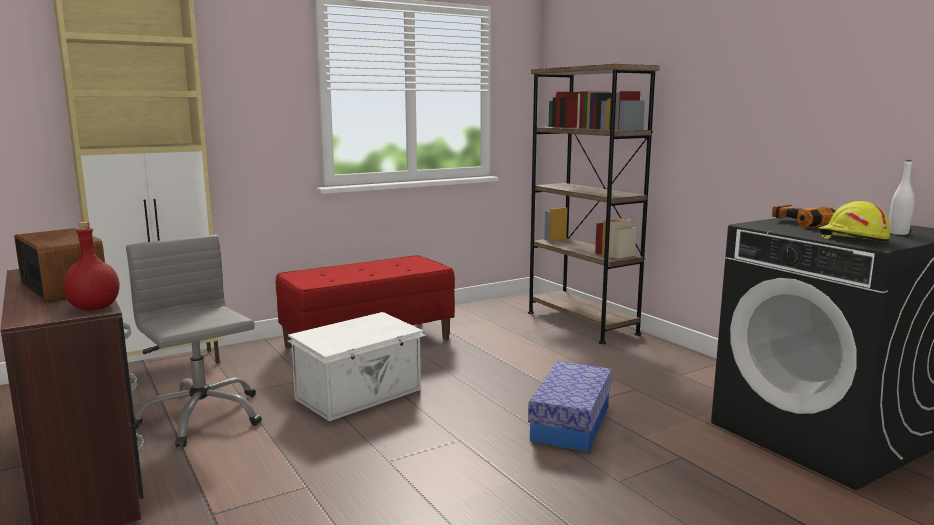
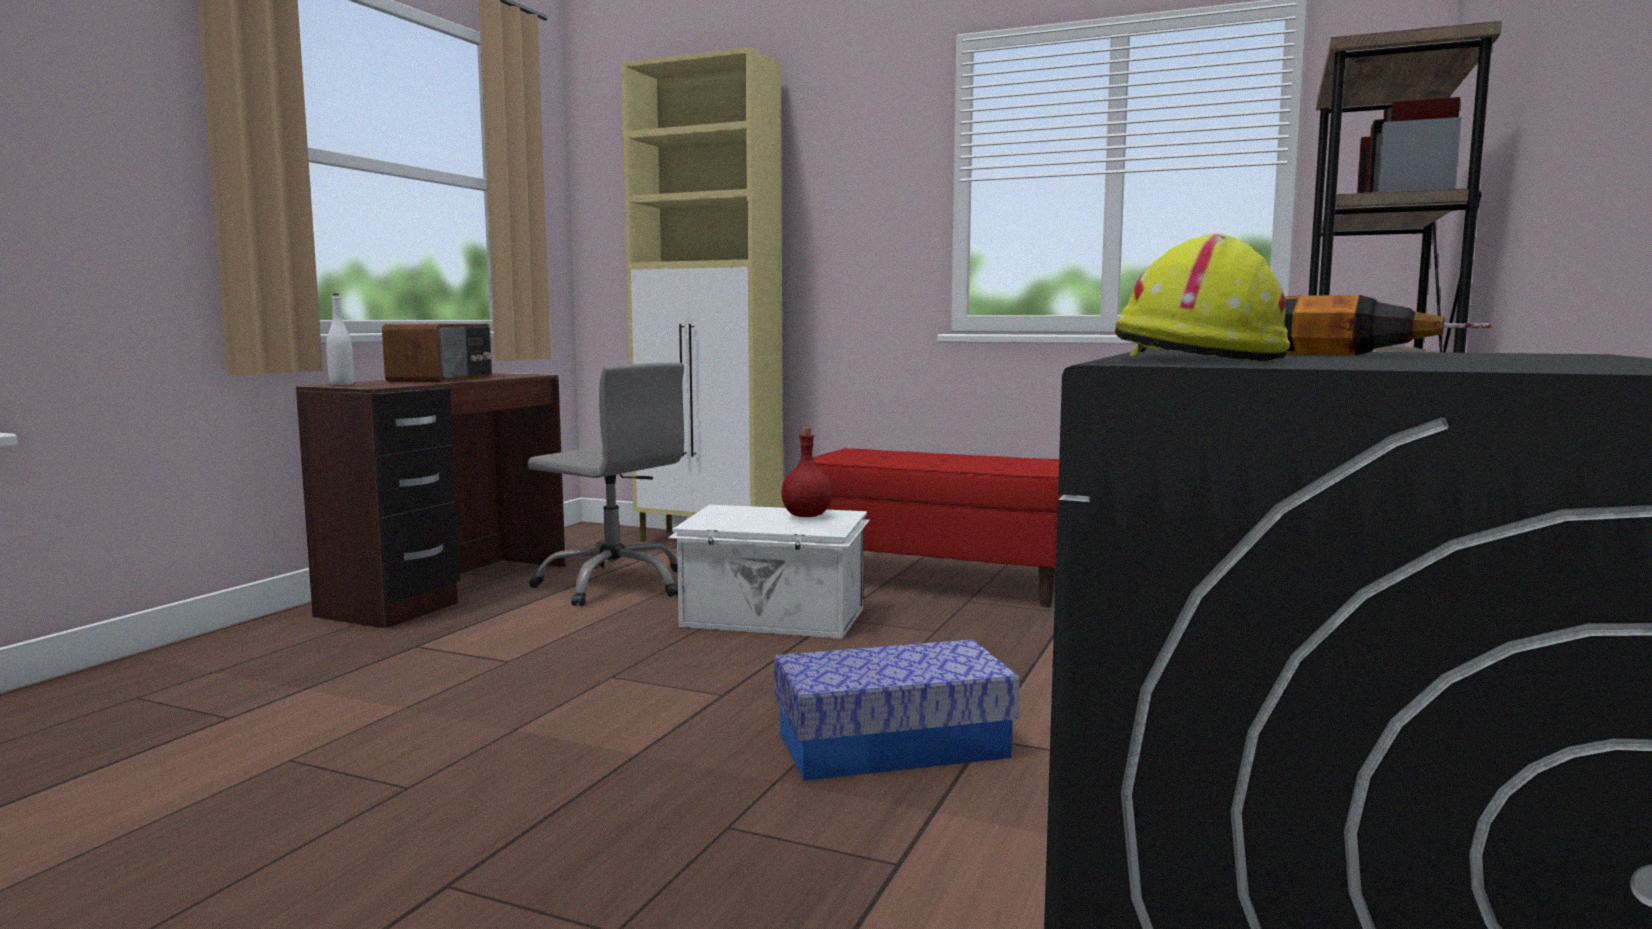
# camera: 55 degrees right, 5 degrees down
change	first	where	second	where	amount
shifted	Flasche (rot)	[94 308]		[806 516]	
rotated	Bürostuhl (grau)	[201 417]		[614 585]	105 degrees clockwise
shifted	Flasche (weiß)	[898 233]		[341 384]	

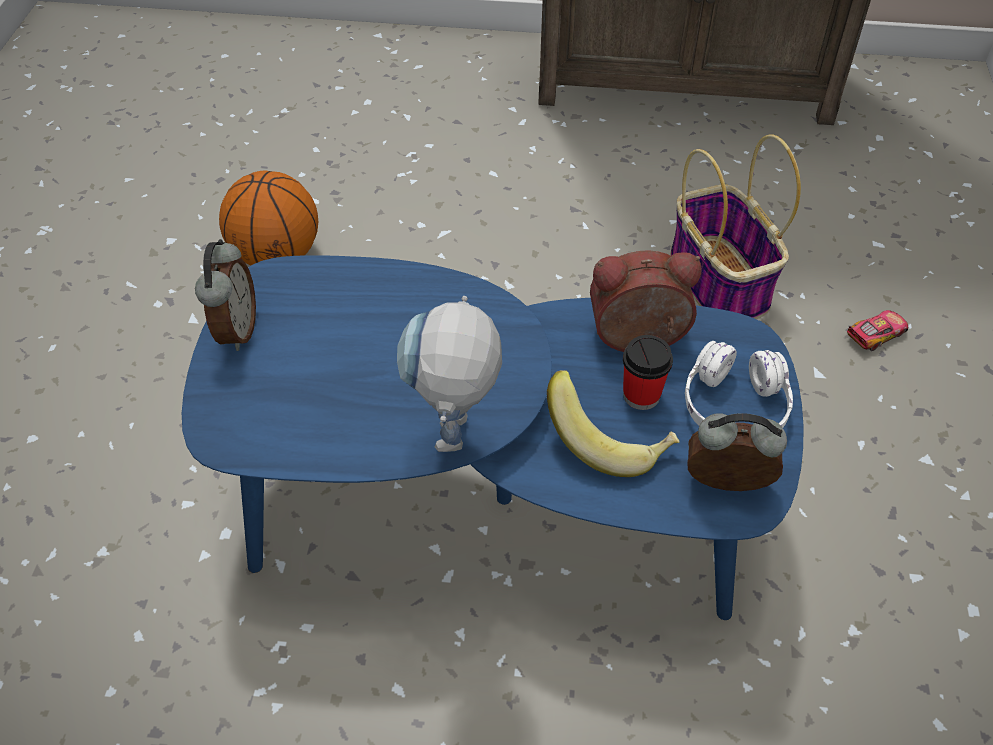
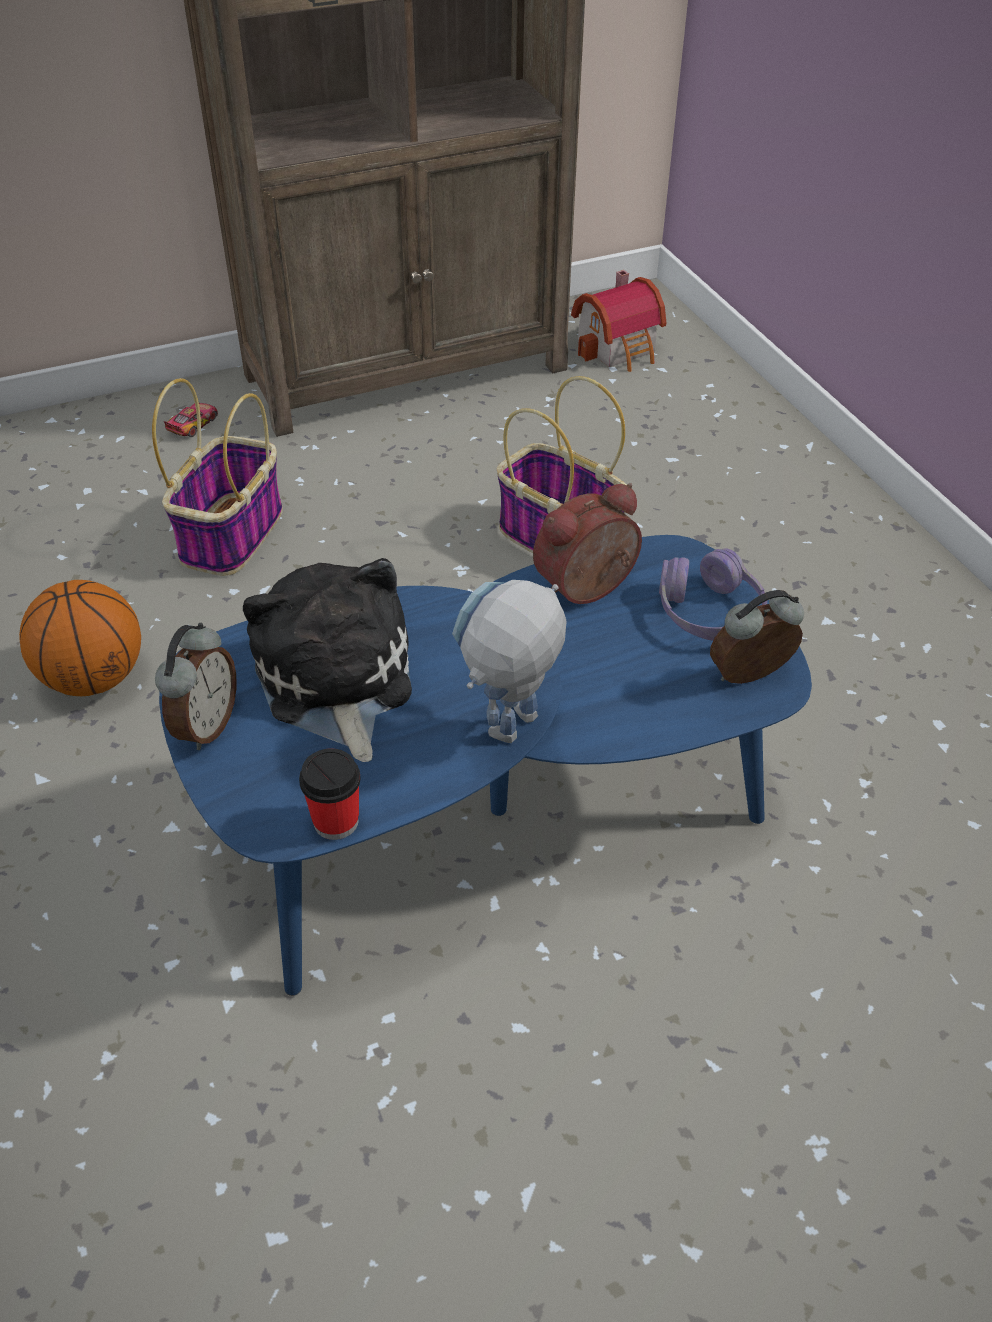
# camera: 30 degrees left, 5 degrees down
change	first	where	second	where	amount
rotated	Wecker	[236 330]		[205 726]	45 degrees clockwise
rotated	Spielzeugroboter	[455 445]		[509 737]	60 degrees clockwise
gone	Banane	[609 440]			
shifted	Tasse	[641 395]		[336 821]	
repainted	Kopfhörer (weiß)	[734 407]	Kopfhörer (lila)	[709 613]	
shifted	Spielzeugauto	[876 335]		[193 425]	
new			Korb	[232 533]	
new			Plüschtier	[335 682]	
new			Spielzeughaus	[620 349]	

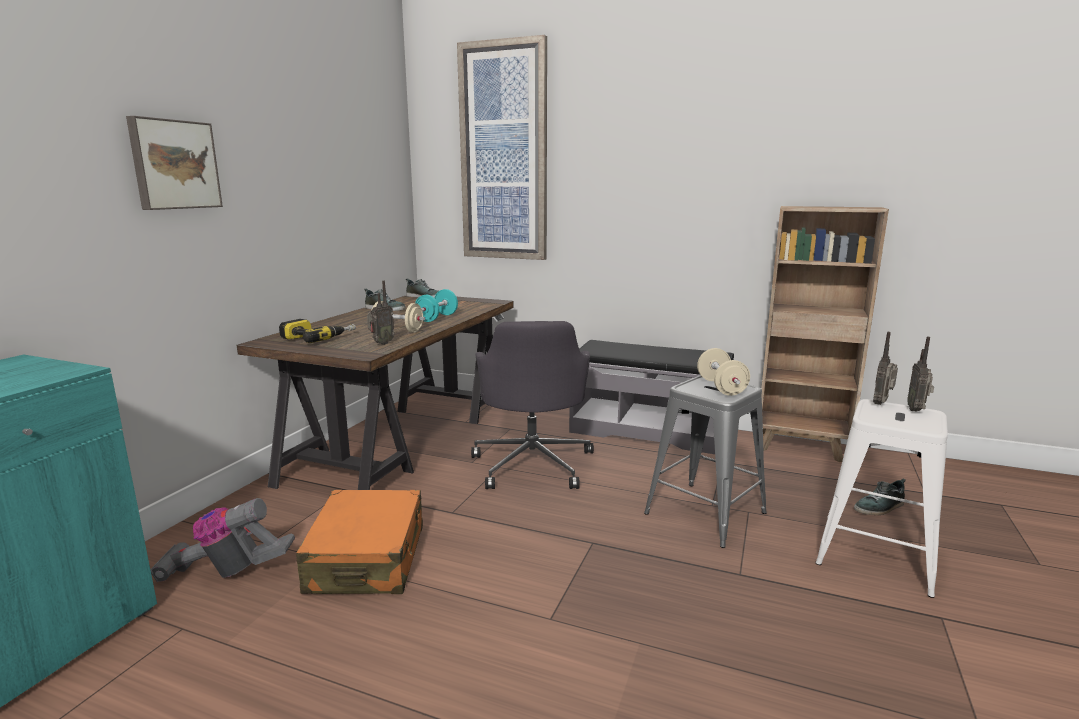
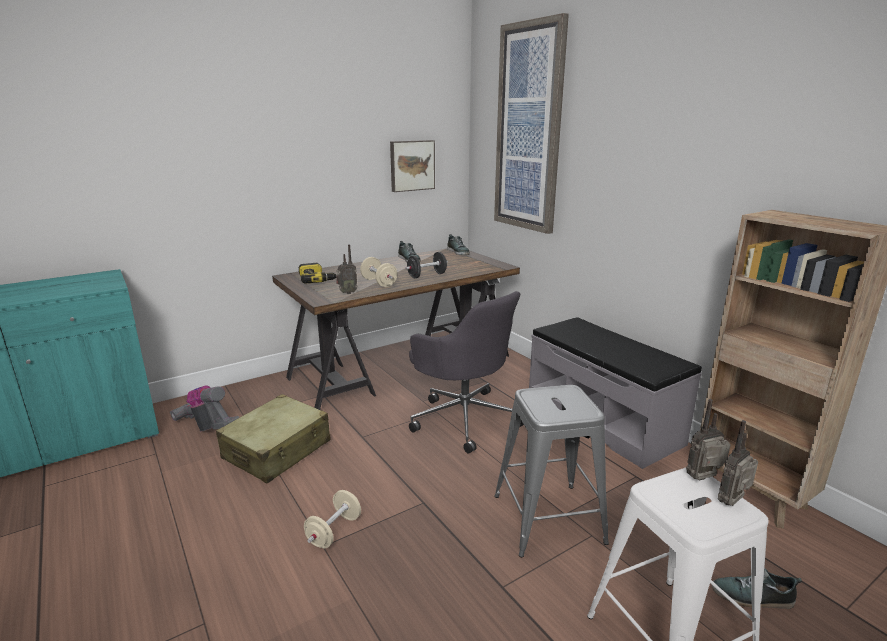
# camera: 35 degrees right, 5 degrees up
change	first	where	second	where	amount
shifted	Bild	[174 165]		[411 165]	
repainted	Koffer (orange)	[367 559]	Koffer (beige)	[277 450]	
repainted	Hantel (türkis)	[437 318]	Hantel (schwarz)	[427 275]	
rotated	Bürostuhl (grau)	[533 463]		[464 418]	75 degrees counterclockwise
shifted	Hantel (beige)	[721 387]		[334 531]	

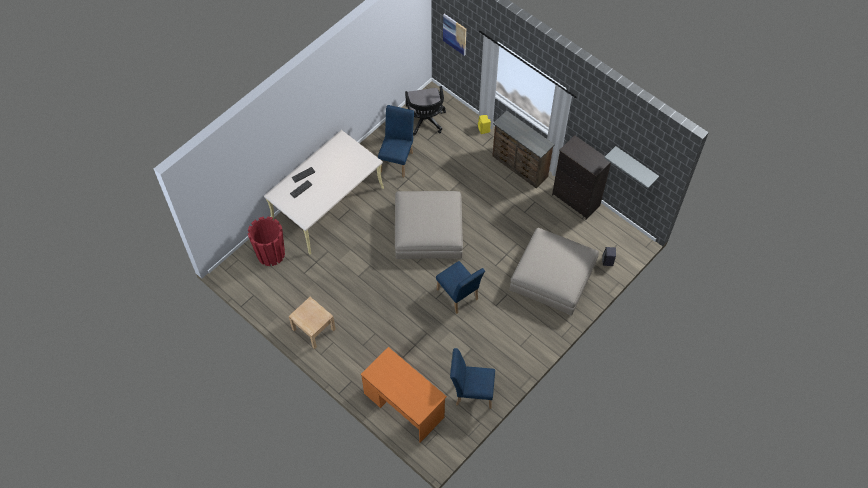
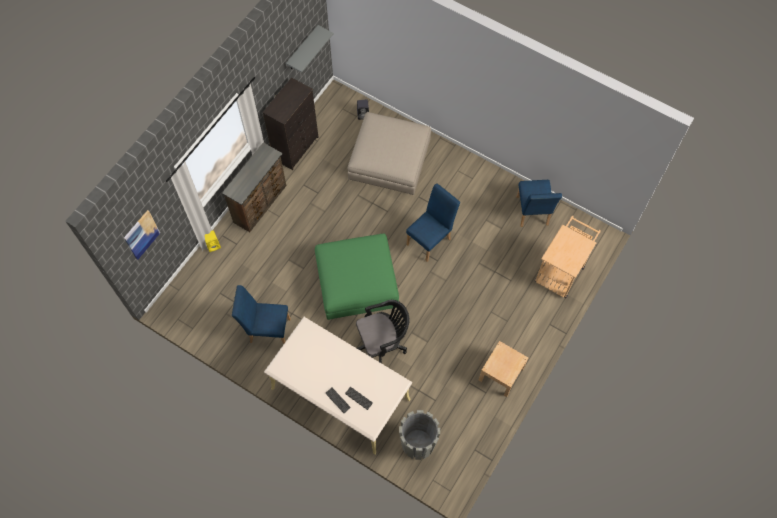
# camera: 100 degrees left, 5 degrees up
change	first	where	second	where	amount
repainted	Pflanzkübel (rot)	[271 254]	Pflanzkübel (grau)	[418 443]	
swapped	Schreibtisch (orange)	[404 405]	Rollwagen (beige)	[561 270]	
repainted	Polsterhocker (beige)	[428 230]	Polsterhocker (grün)	[357 281]	
shifted	Bürostuhl (schwarz)	[425 121]		[382 343]	

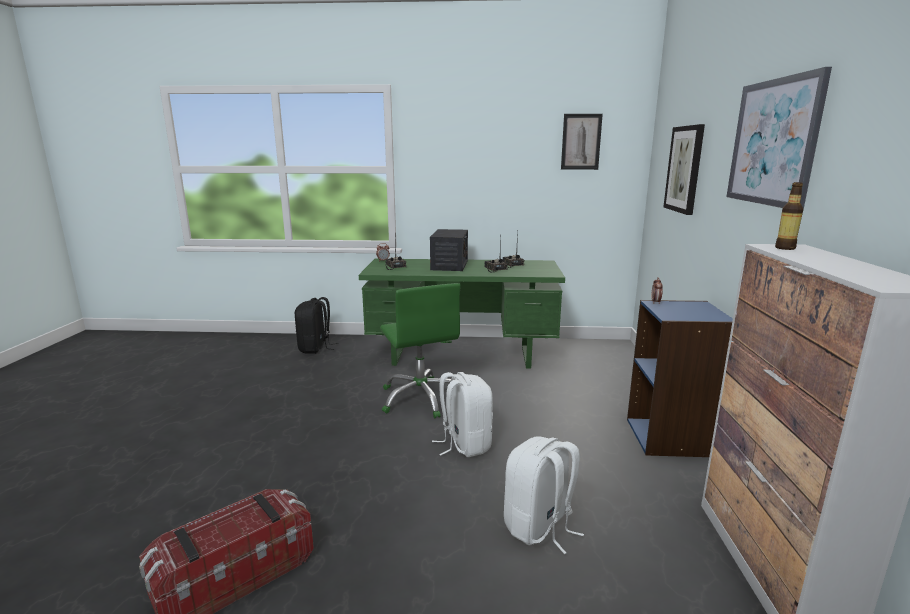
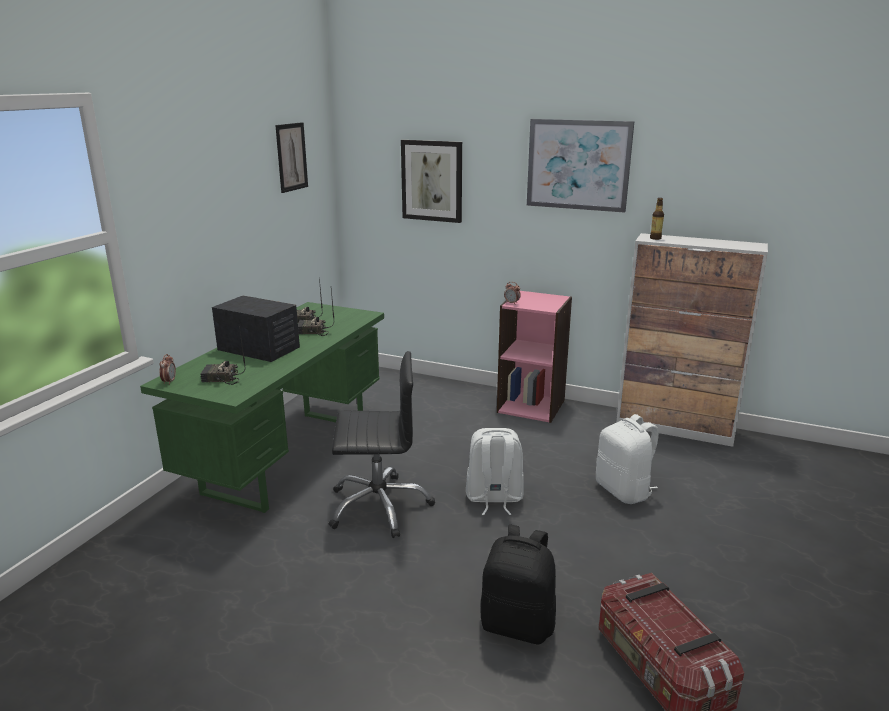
# camera: 70 degrees left, 5 degrees up
change	first	where	second	where	amount
shifted	Rucksack (schwarz)	[315 348]		[518 624]	
repainted	Bürostuhl (grün)	[421 398]	Bürostuhl (schwarz)	[379 506]	
repainted	Bücherregal (blau)	[669 437]	Bücherregal (rosa)	[531 406]	

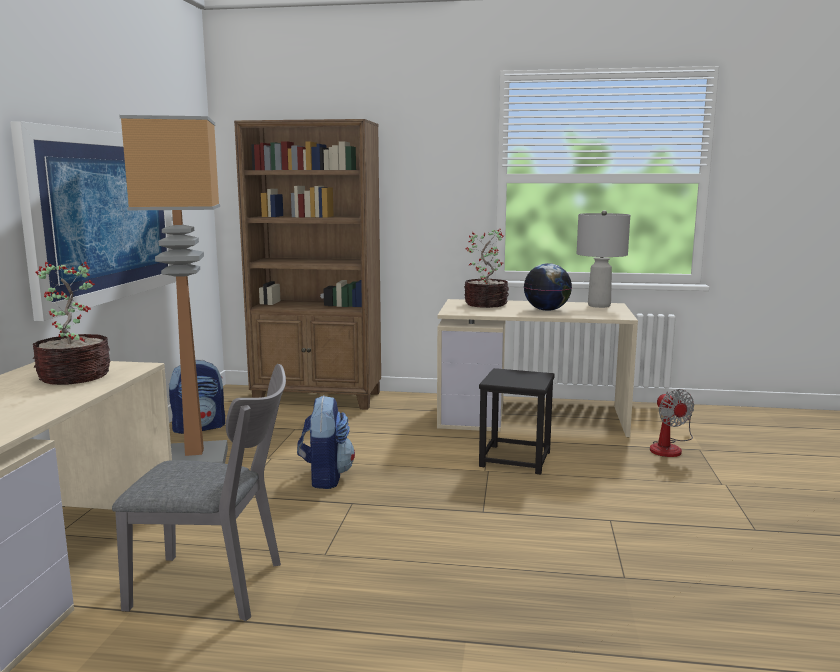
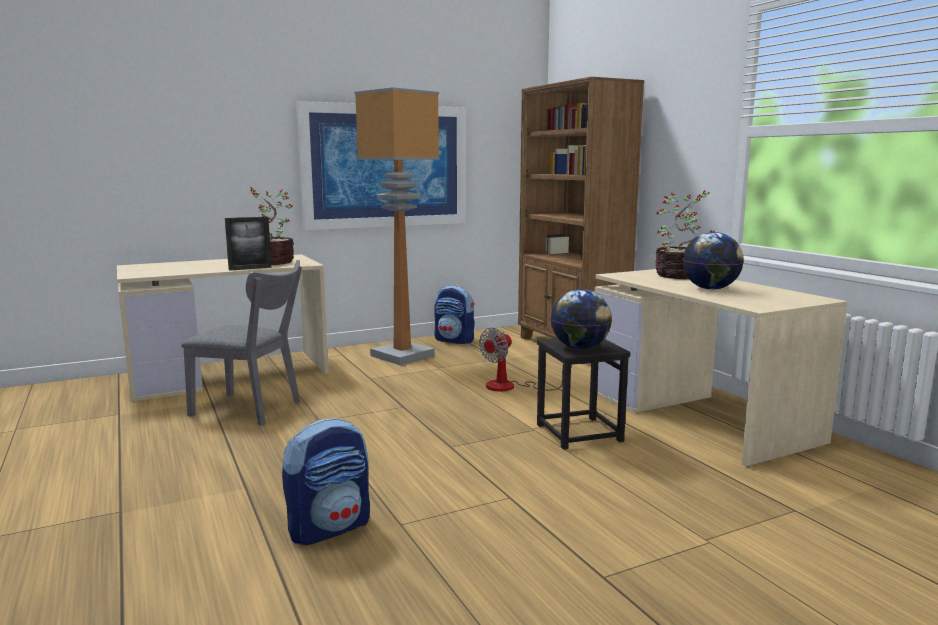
# camera: 55 degrees right, 0 degrees up
change	first	where	second	where	amount
rotated	Stuhl (grau)	[217 586]		[252 409]	45 degrees counterclockwise
shifted	Rucksack	[325 477]		[330 527]	
gone	Tischlampe (grau)	[598 305]			
shifted	Ventilator	[669 447]		[511 387]	
new			Bilderrahmen	[250 268]	
new			Globus	[580 348]	

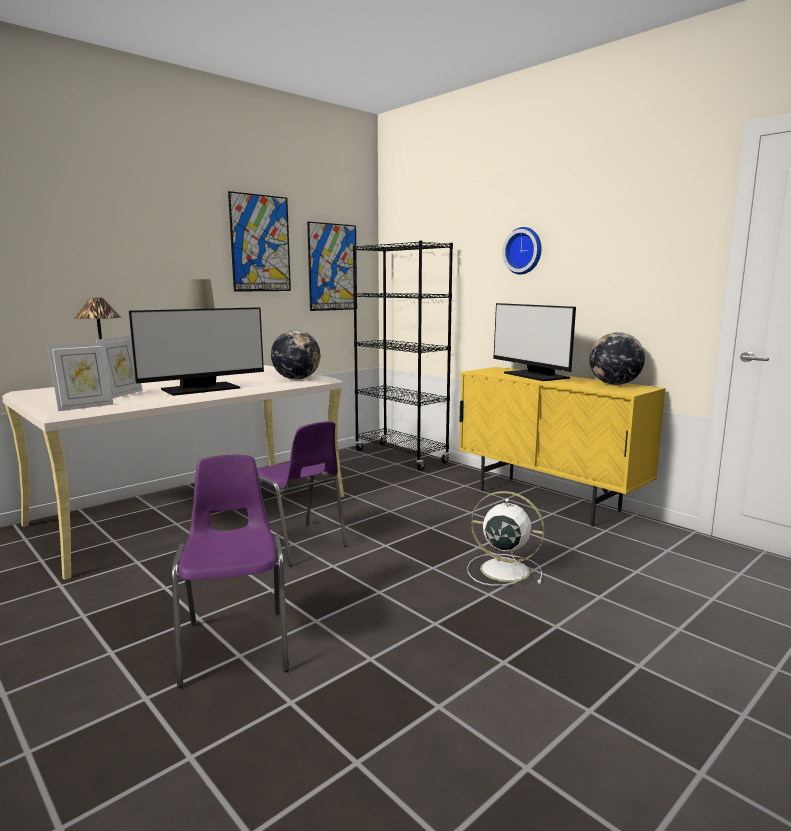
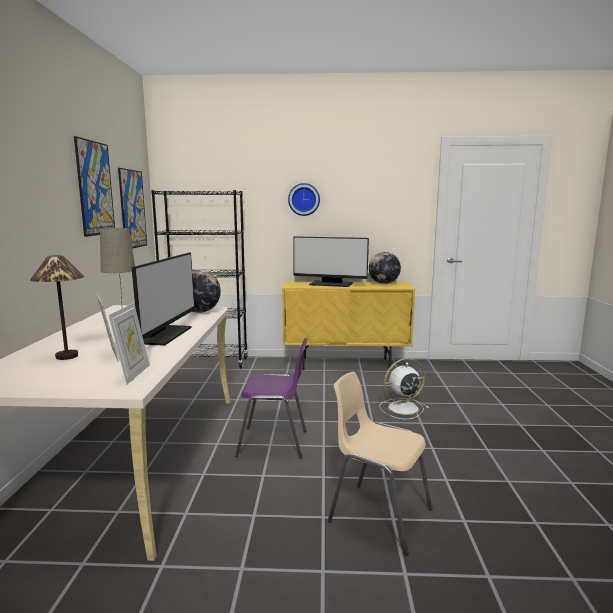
# camera: 45 degrees left, 0 degrees up
change	first	where	second	where	amount
repainted	Stuhl (lila)	[236 644]	Stuhl (beige)	[378 515]	

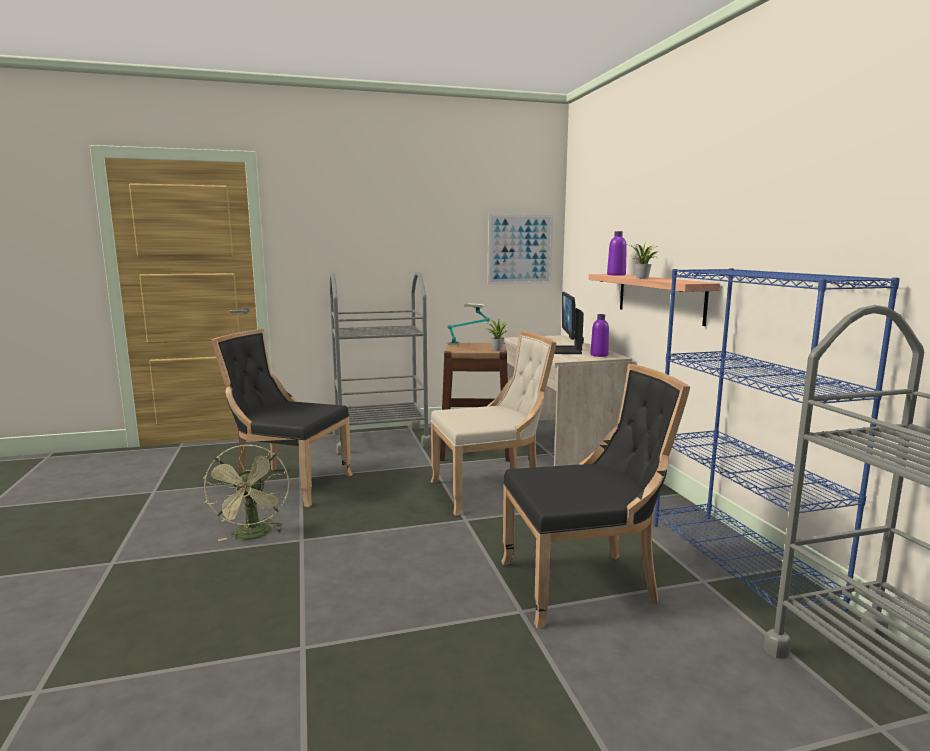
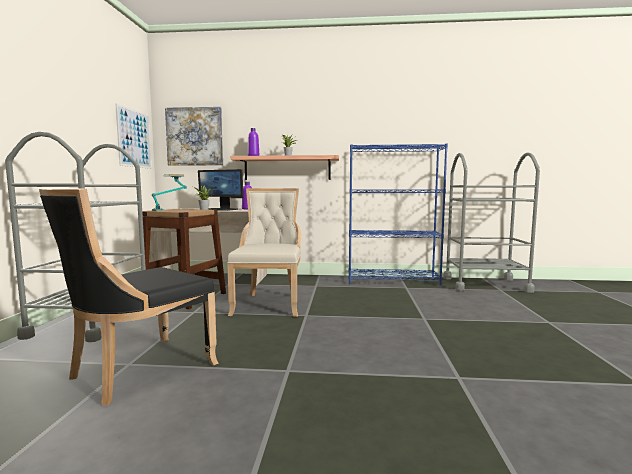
# camera: 70 degrees left, 5 degrees down
change	first	where	second	where	amount
gone	Ventilator (grün)	[253 536]			
gone	Stuhl (schwarz)	[584 584]			
new			Bild	[195 136]	

